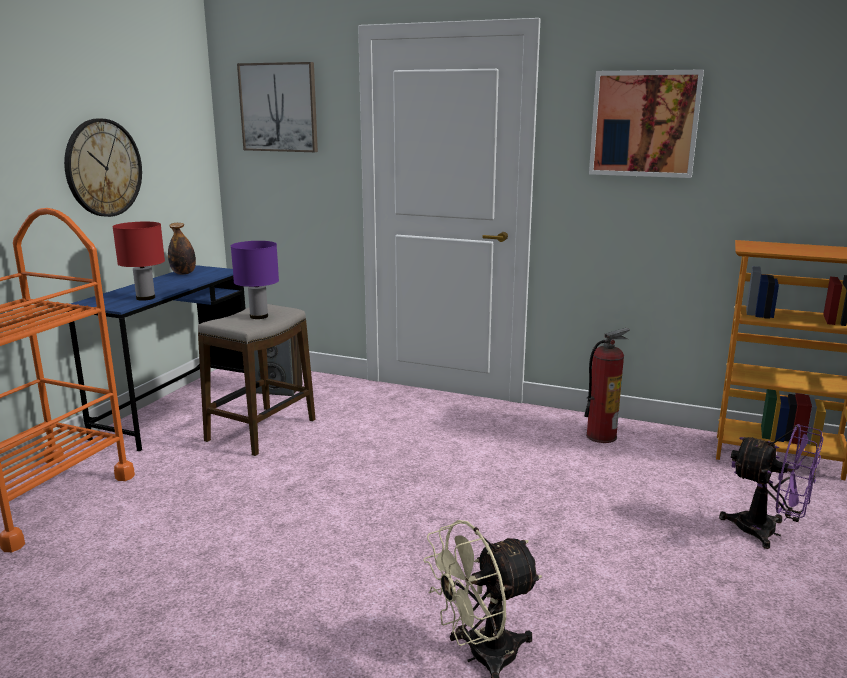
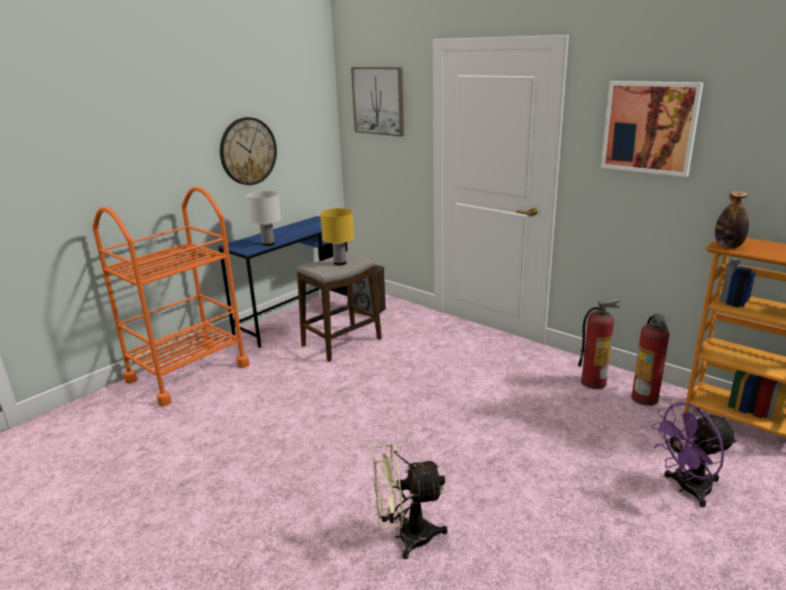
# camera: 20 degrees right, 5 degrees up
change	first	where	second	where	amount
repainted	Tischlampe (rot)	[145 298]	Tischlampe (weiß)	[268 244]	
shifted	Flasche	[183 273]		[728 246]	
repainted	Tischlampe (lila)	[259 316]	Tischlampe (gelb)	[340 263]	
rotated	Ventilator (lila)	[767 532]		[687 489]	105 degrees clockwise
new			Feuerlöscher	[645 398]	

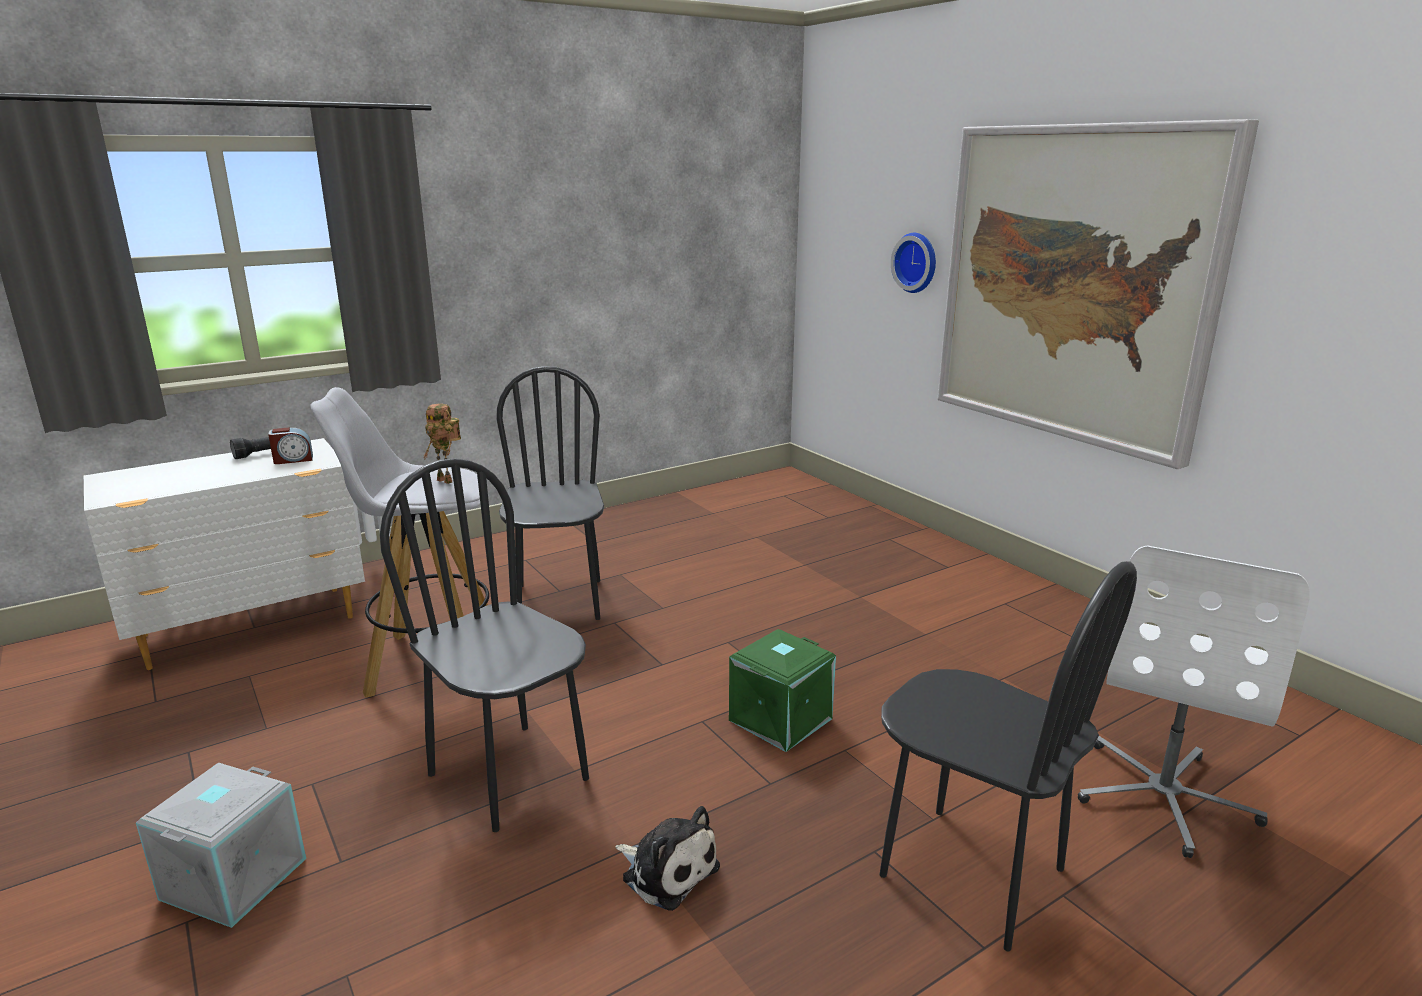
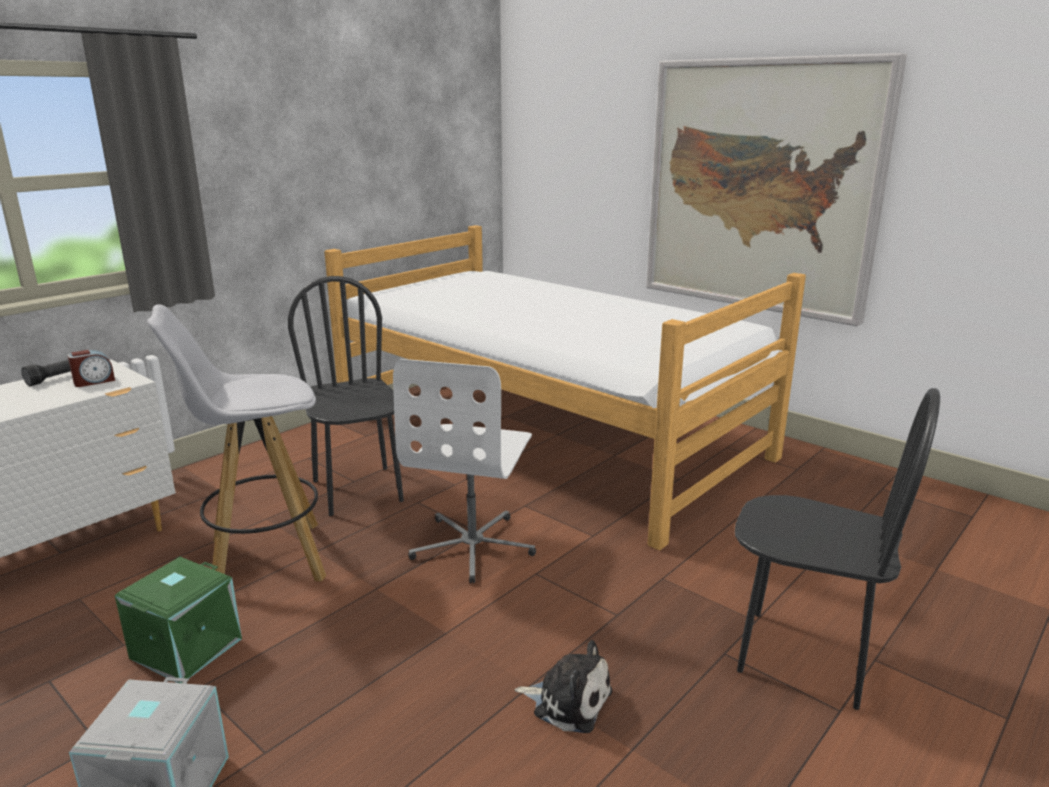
# camera: 15 degrees left, 0 degrees up
change	first	where	second	where	amount
gone	Stuhl (schwarz)	[510 776]			
gone	Spielzeugroboter	[447 481]			
shifted	Aufbewahrungsbox (grün)	[779 718]		[185 647]	
gone	Wanduhr	[917 262]			
shifted	Bürostuhl (weiß)	[1164 795]		[473 546]	
new			Bett	[546 434]	

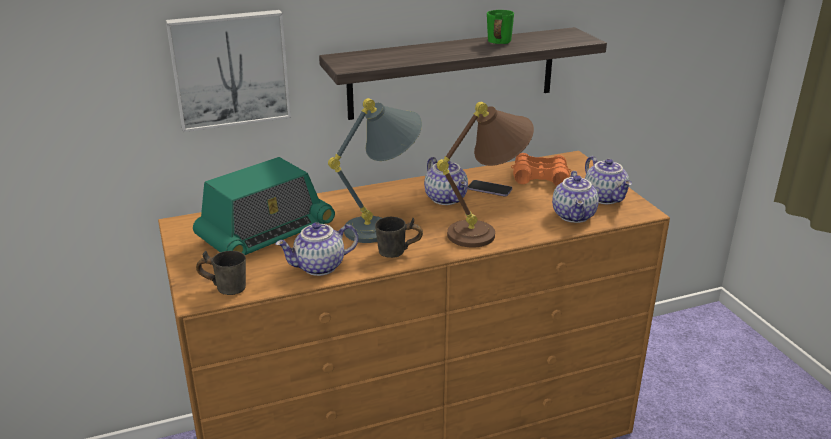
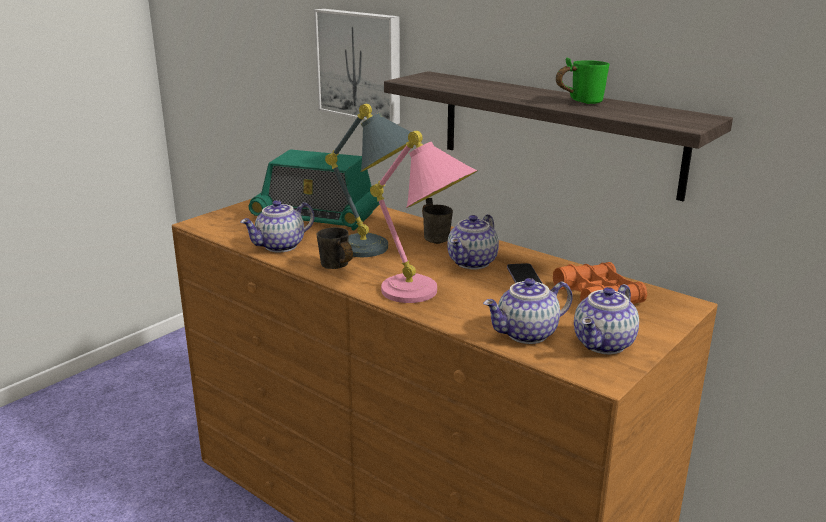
# camera: 60 degrees right, 5 degrees down
change	first	where	second	where	amount
shifted	Henkelbecher (grau)	[226 287]		[437 237]	
rotated	Teekanne	[319 267]		[280 246]	75 degrees counterclockwise
repainted	Tischlampe (braun)	[487 232]	Tischlampe (rosa)	[426 296]	

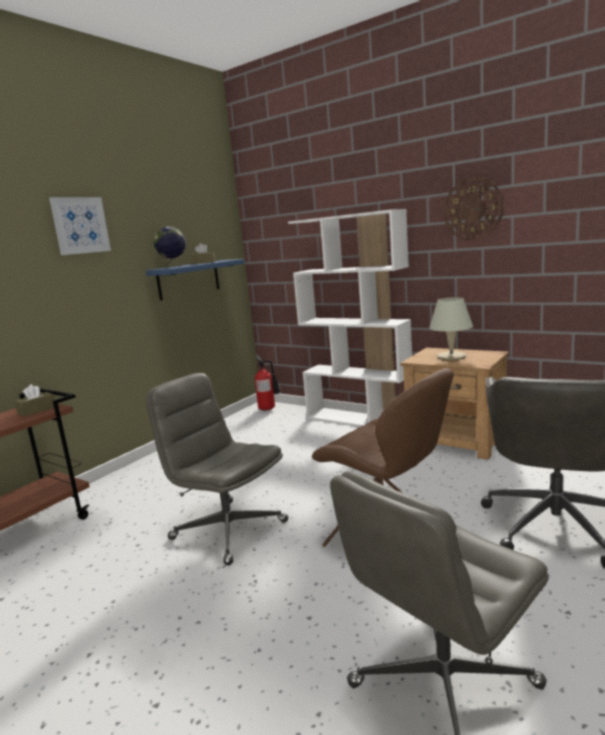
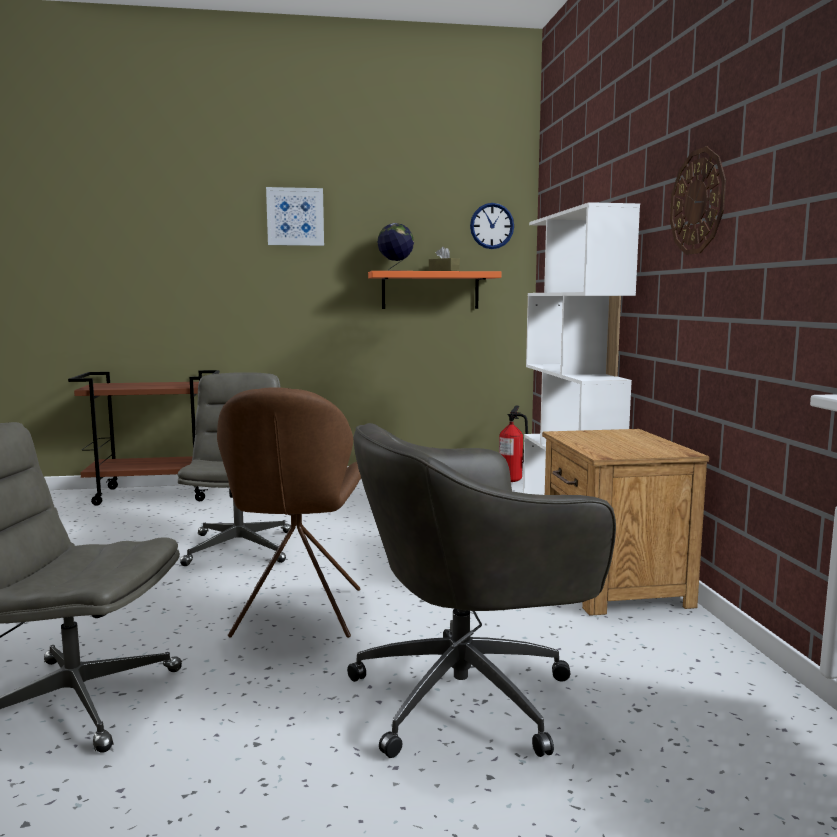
# camera: 45 degrees right, 5 degrees down
change	first	where	second	where	amount
gone	Taschentuchbox (braun)	[37 410]			
repainted	Wandregal (blau)	[189 279]	Wandregal (orange)	[430 290]	
gone	Tischlampe (beige)	[451 356]			
new			Wanduhr	[492 226]	

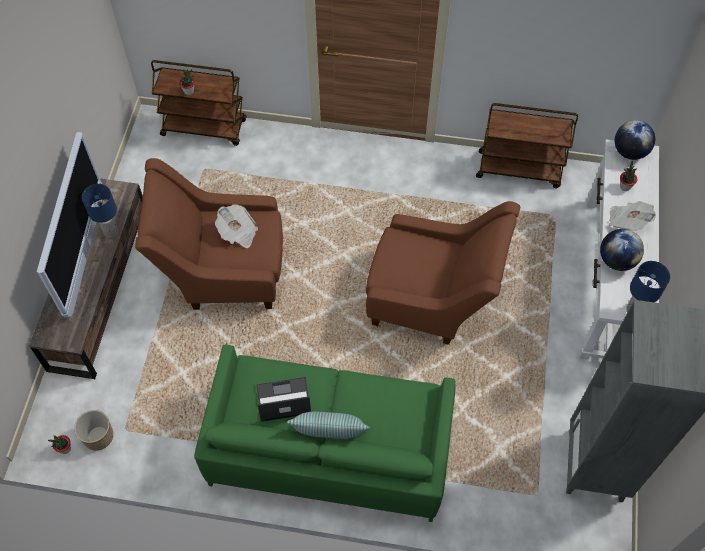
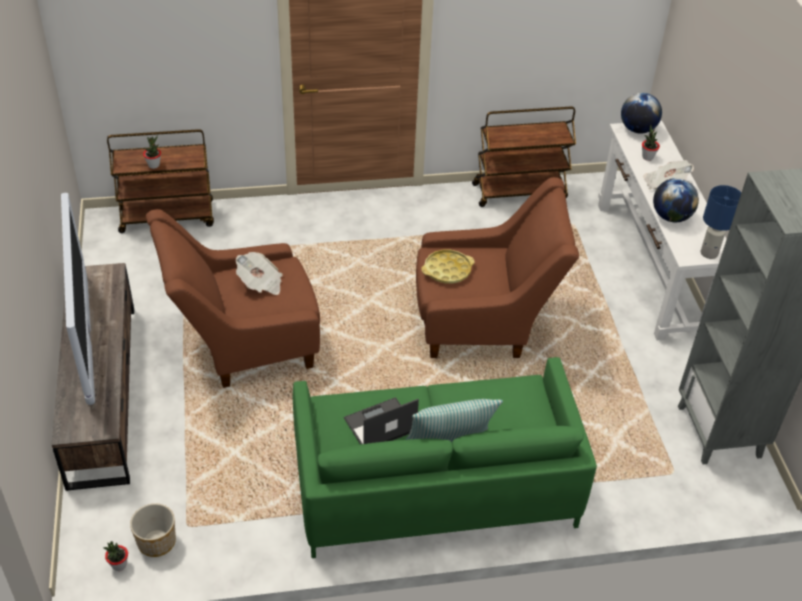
# camera: 20 degrees left, 15 degrees down
change	first	where	second	where	amount
gone	Tischlampe (blau)	[111 231]			
new			Tablett (gelb)	[447 270]	

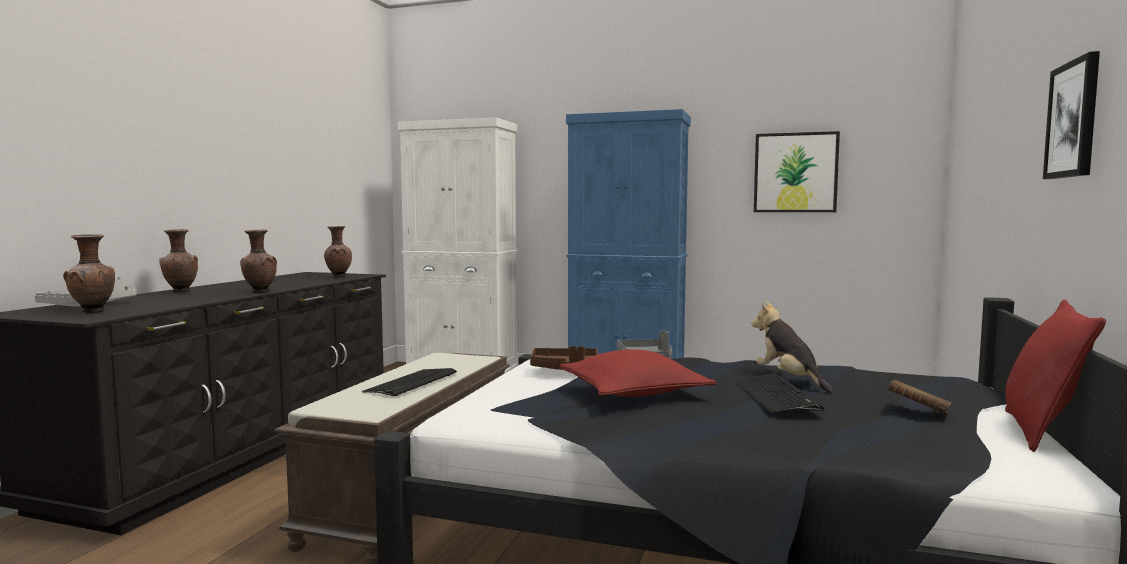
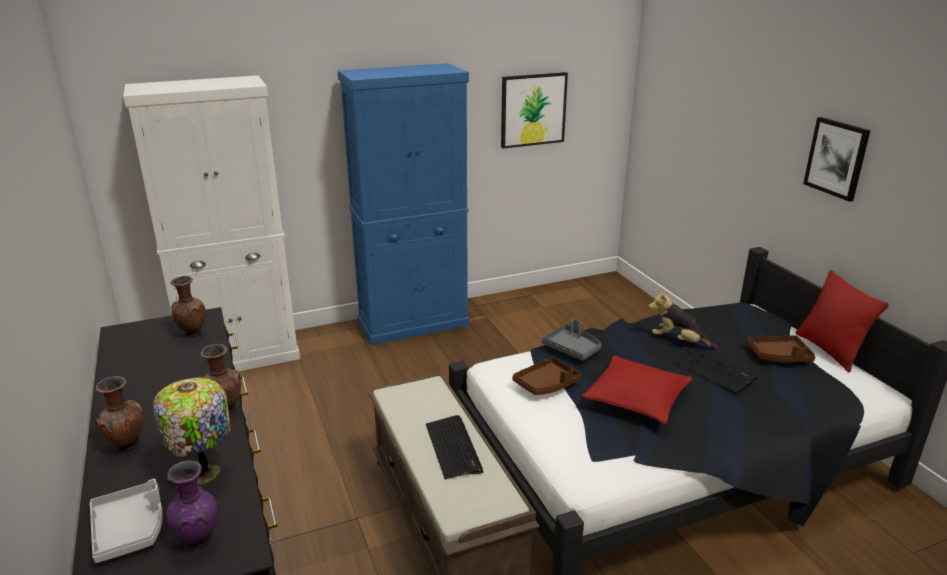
# camera: 40 degrees left, 20 degrees up
change	first	where	second	where	amount
repainted	Vase (braun)	[93 312]	Vase (lila)	[200 542]	
swapped	Buch (braun)	[918 411]	Tablett (braun)	[779 356]	
new			Tischlampe	[203 475]	

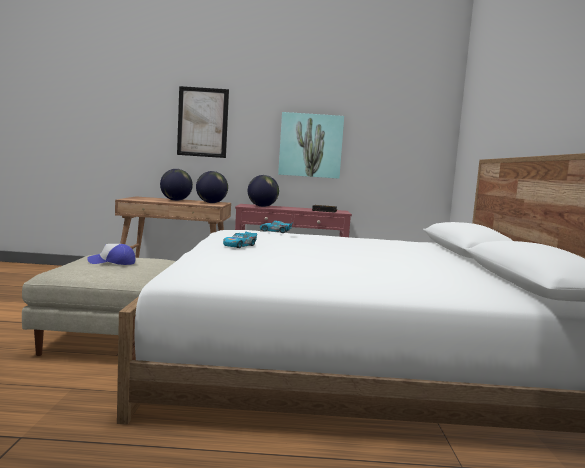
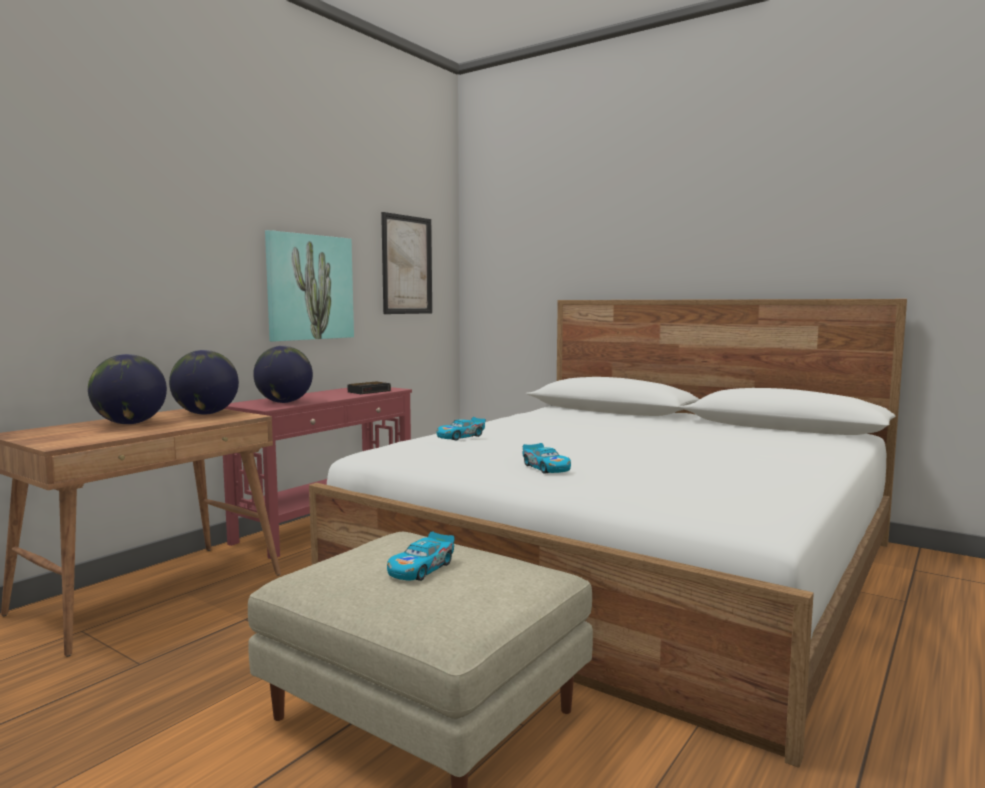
# camera: 55 degrees left, 0 degrees up
change	first	where	second	where	amount
swapped	Kappe	[112 262]	Spielzeugauto	[421 568]	
shifted	Bild	[202 122]		[407 265]	

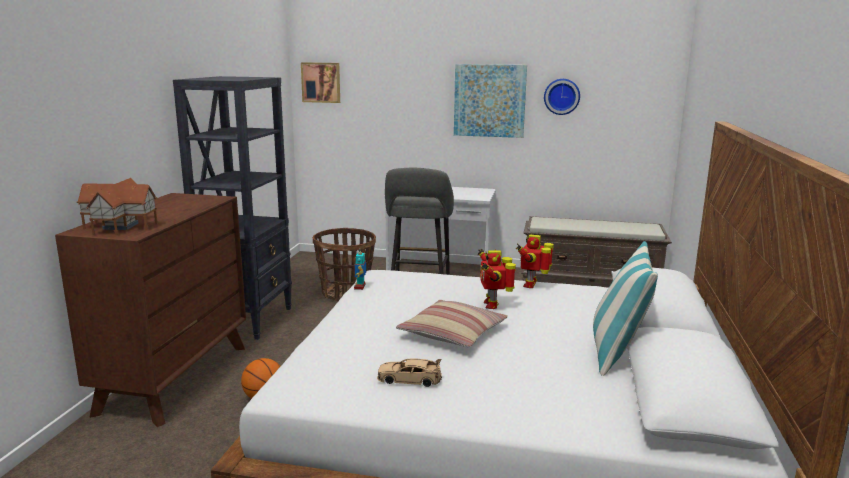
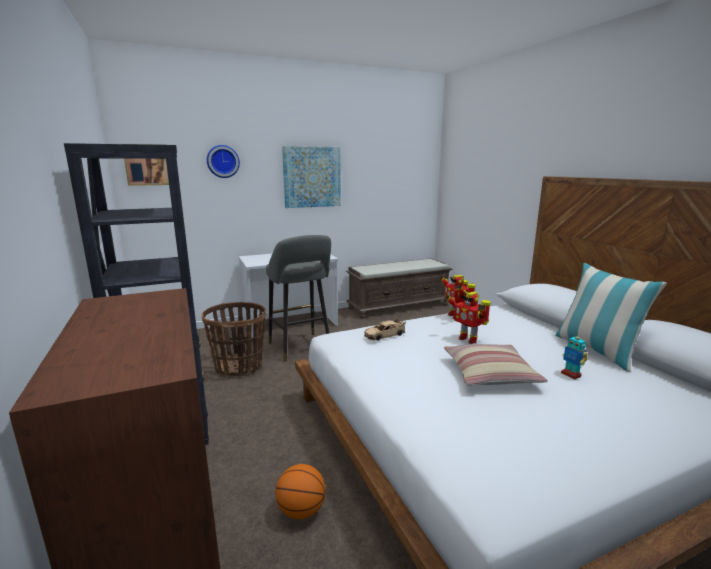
# camera: 35 degrees left, 0 degrees up
change	first	where	second	where	amount
gone	Spielzeughaus	[119 226]			
shifted	Spielzeugroboter	[360 287]		[571 374]	
shifted	Spielzeugauto (beige)	[409 379]		[384 335]	
shifted	Wanduhr	[561 96]		[223 161]	

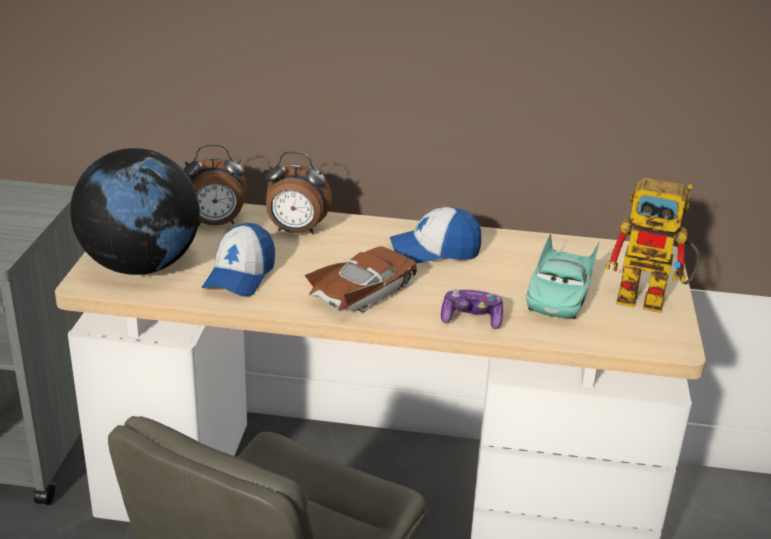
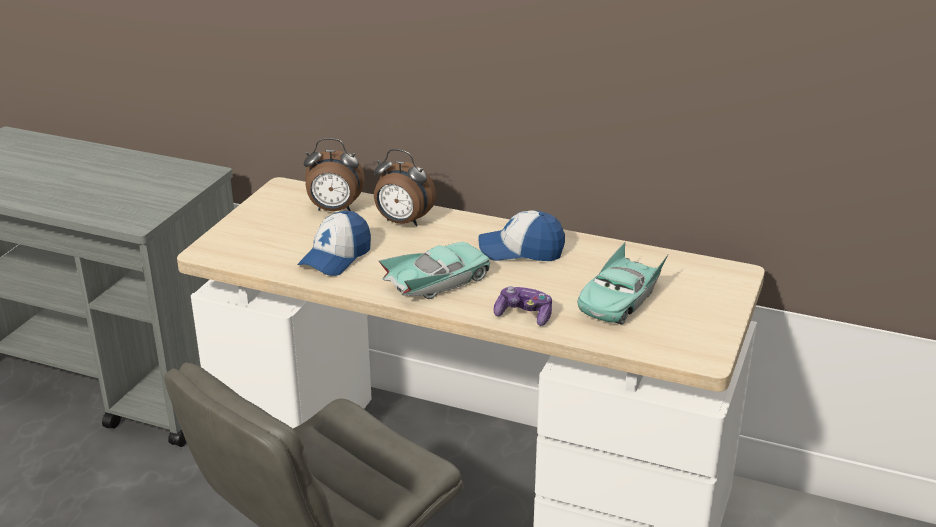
# camera: 15 degrees right, 0 degrees up
change	first	where	second	where	amount
gone	Globus	[141 266]			
repainted	Spielzeugauto (braun)	[364 293]	Spielzeugauto (türkis)	[437 283]	
gone	Spielzeugroboter	[652 300]			

